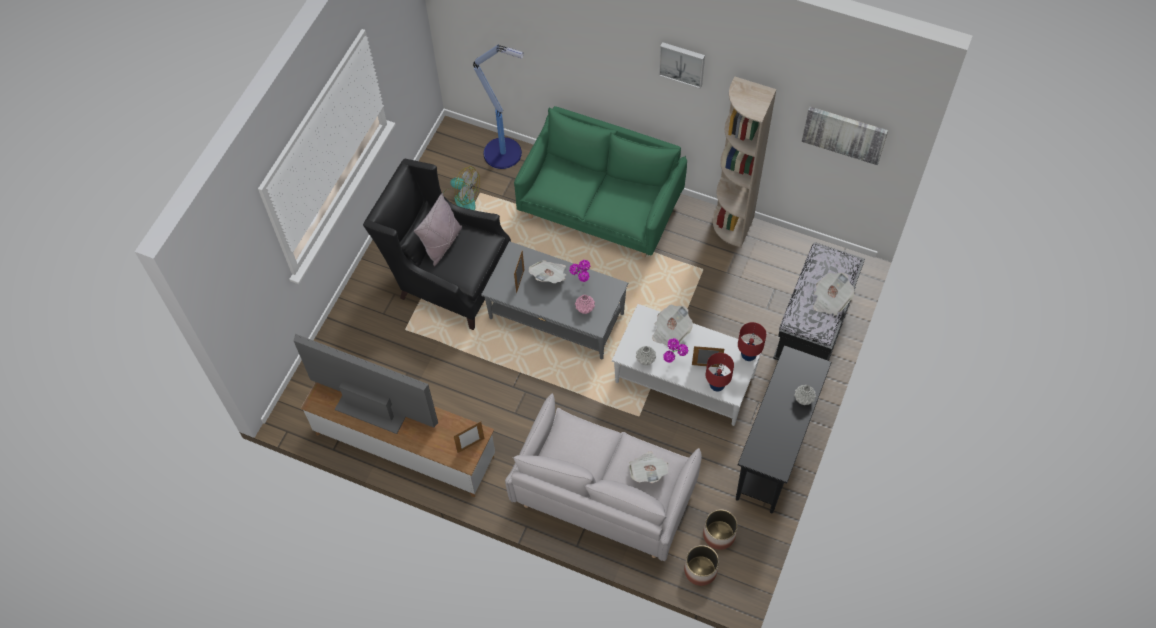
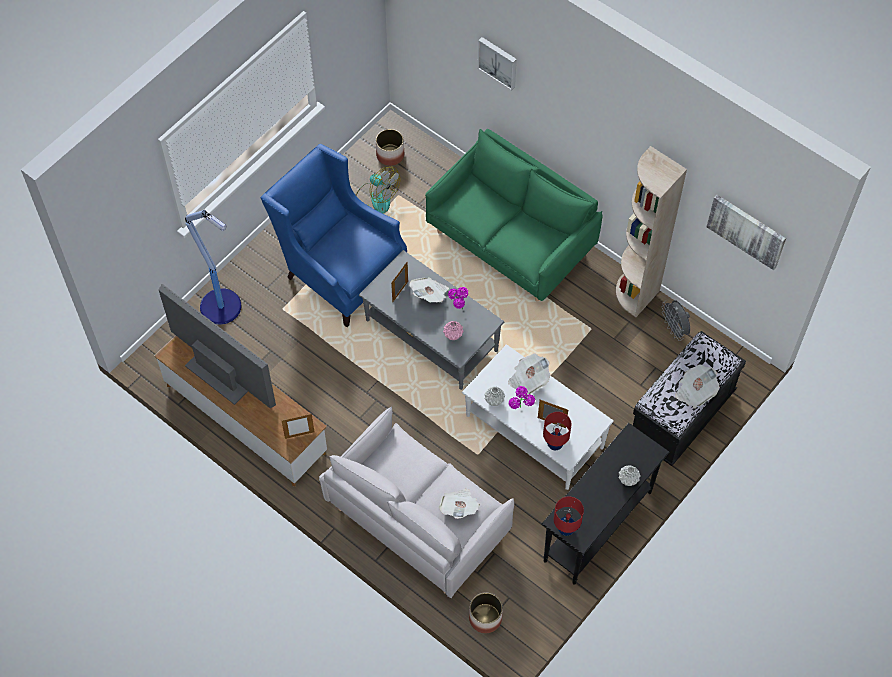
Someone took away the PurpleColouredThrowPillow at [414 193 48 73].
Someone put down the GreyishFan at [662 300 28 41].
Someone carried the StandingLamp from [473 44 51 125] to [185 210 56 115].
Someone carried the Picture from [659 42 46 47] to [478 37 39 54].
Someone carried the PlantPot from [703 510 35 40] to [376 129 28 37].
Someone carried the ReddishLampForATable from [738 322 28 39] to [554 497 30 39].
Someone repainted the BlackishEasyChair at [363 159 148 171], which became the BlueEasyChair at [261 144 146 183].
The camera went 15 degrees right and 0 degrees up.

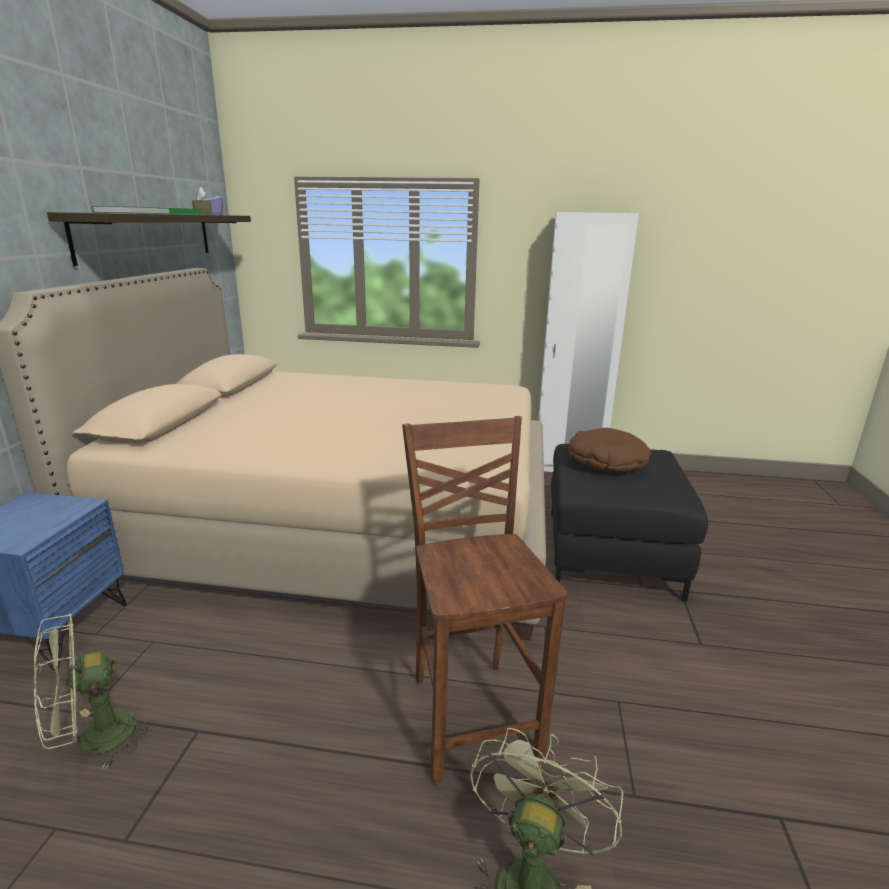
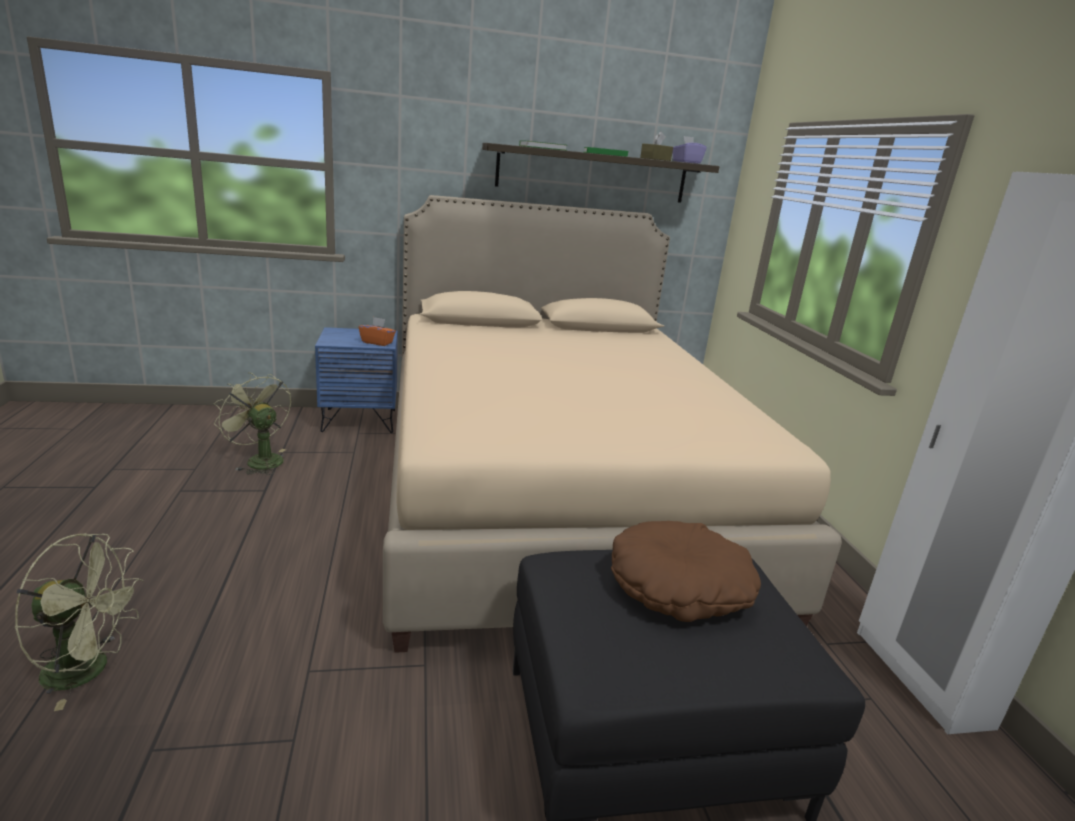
Someone took away the BrownColouredUprightChair at [402 416 166 366].
Someone put down the OrangeTissueHolder at [359 317 37 29].
The camera went 70 degrees right and 0 degrees up.

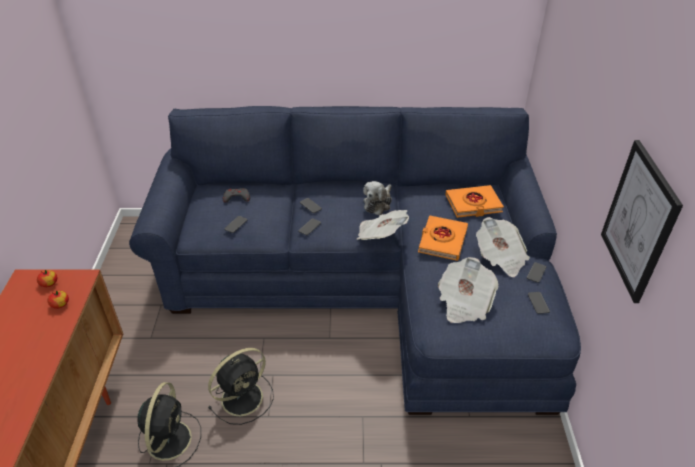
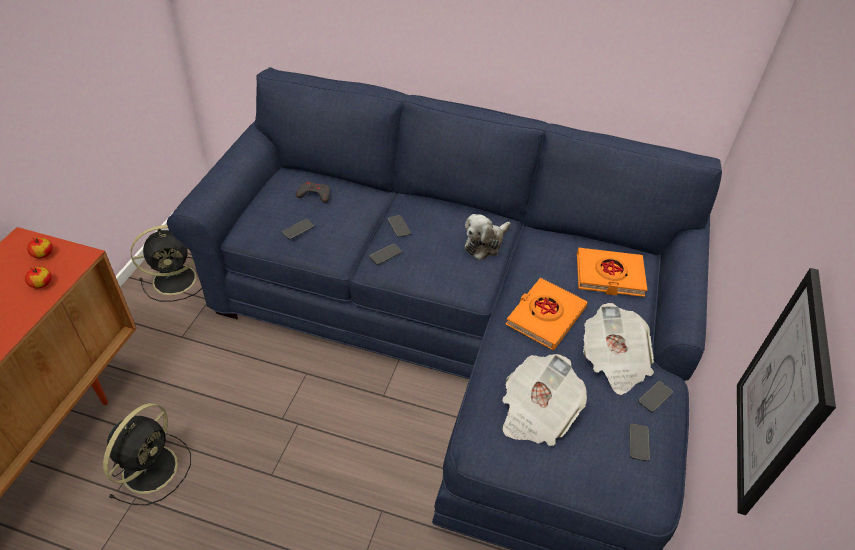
Someone took away the PrintedPaper at [357 210 52 30].
Someone carried the BlackishFan from [208 348 66 77] to [130 225 72 77].
The camera went 15 degrees right and 5 degrees up.

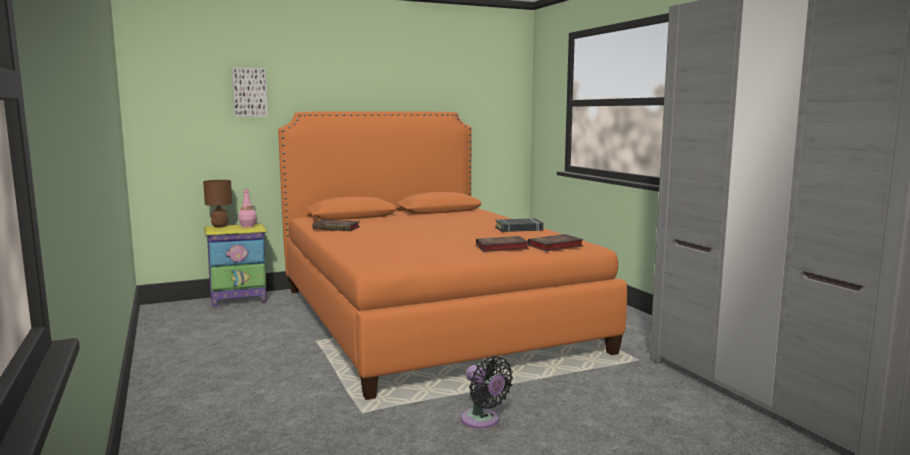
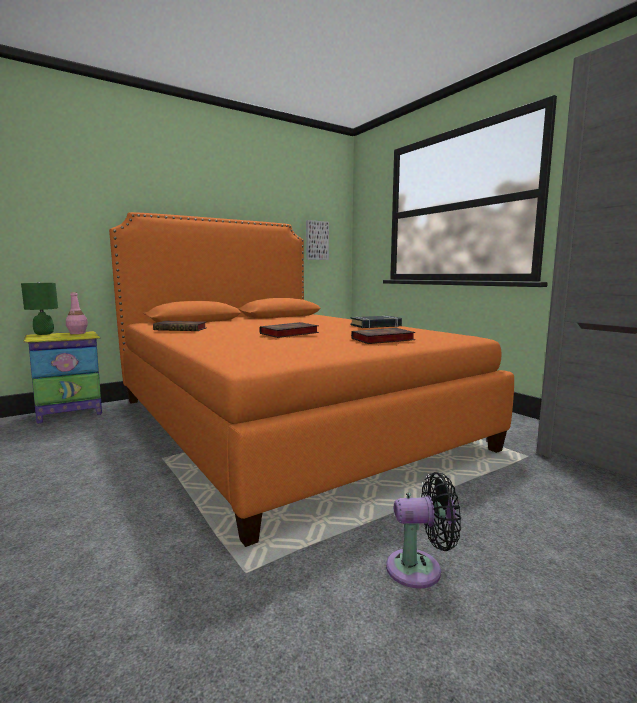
Someone carried the Picture from [232 67 36 50] to [306 220 23 40].
Someone carried the Book from [528 234 56 17] to [259 322 60 16].
Someone repainted the BrownColouredLampForATable at [203 180 29 47], which became the GreenColouredLampForATable at [21 282 37 53].
Someone rotated the BlackishFan at [461 356 52 73] by 45 degrees counterclockwise.
The camera went 10 degrees left and 0 degrees up.

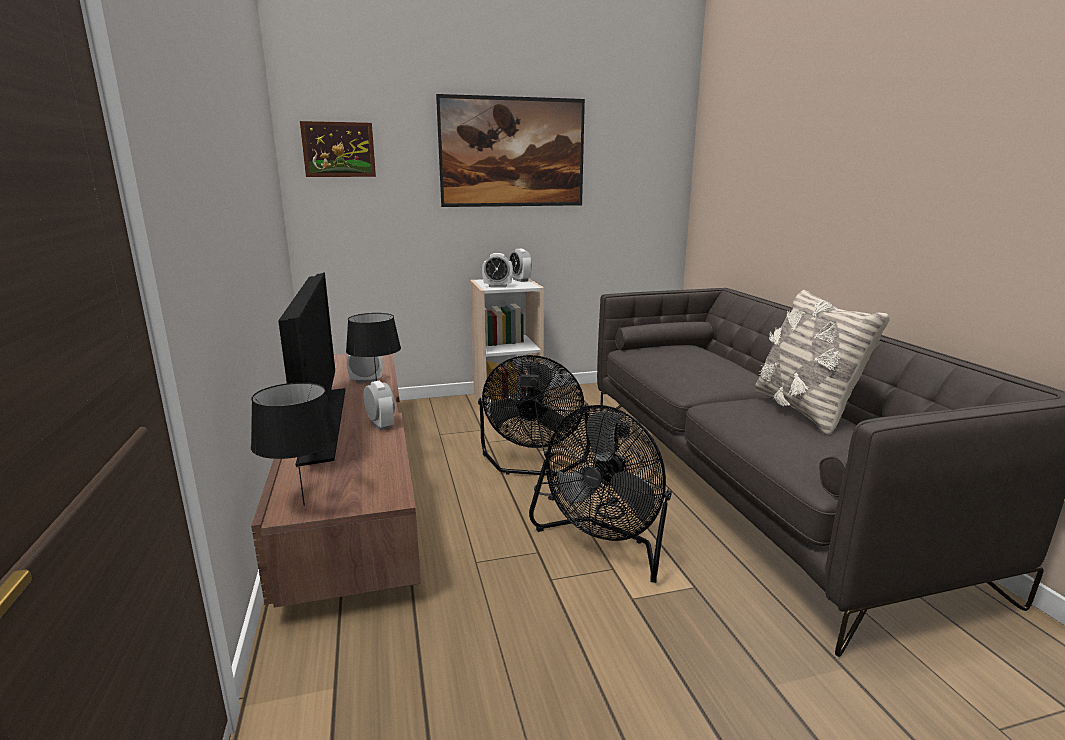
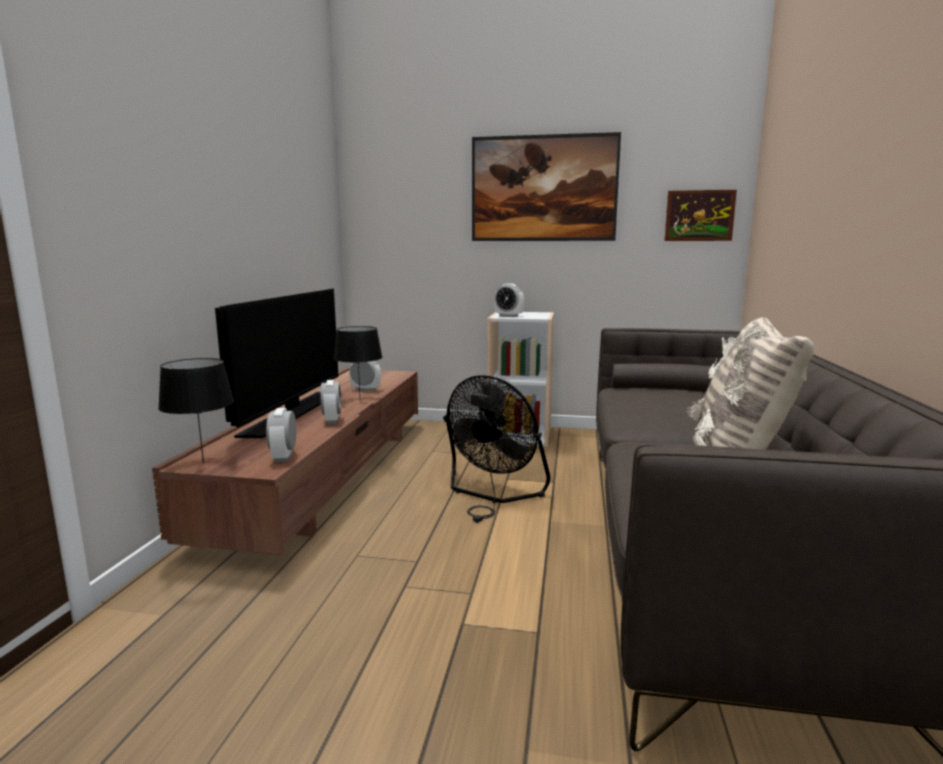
Someone took away the BlackishFan at [529 405 143 178].
Someone carried the Picture from [300 121 76 56] to [664 190 73 51].
Someone carried the AlarmClock from [509 249 23 33] to [266 408 30 54].
The camera went 25 degrees right and 5 degrees down.

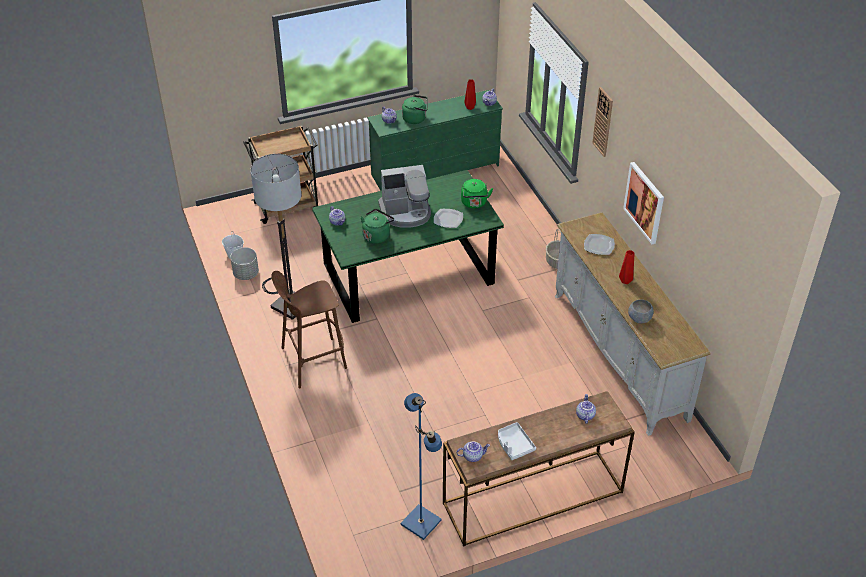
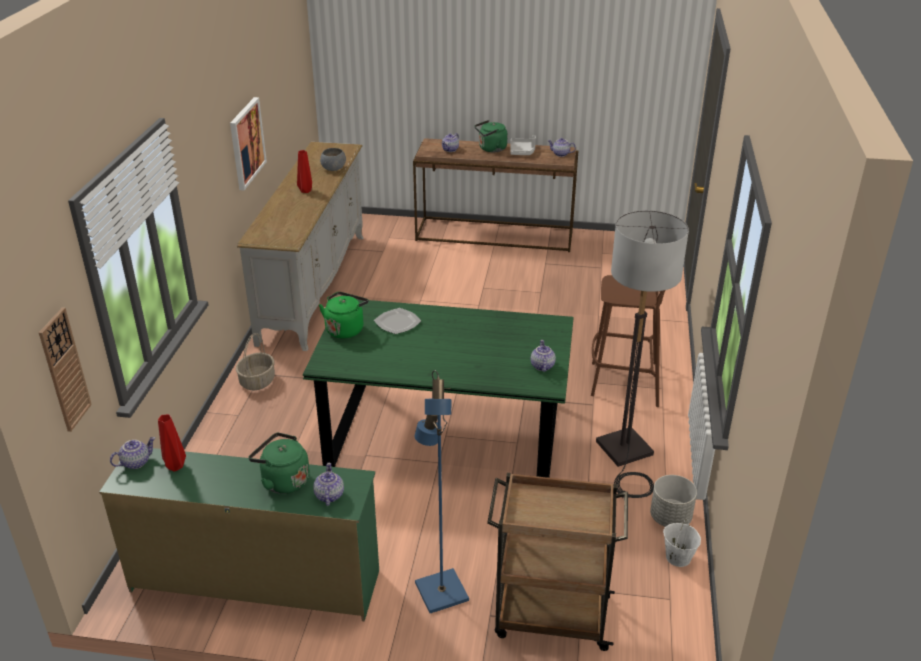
Someone took away the CoffeeBrewer at [378 165 53 63].
Someone took away the FlatDish at [584 234 31 21].
Someone carried the GreenColouredTeaKettle from [361 209 33 35] to [475 120 33 32].
Someone carried the BlueStandingLamp from [401 393 41 147] to [414 370 55 243].
Someone carried the WallClock from [592 87 21 70] to [39 307 53 125].
The camera went 150 degrees left and 10 degrees down.

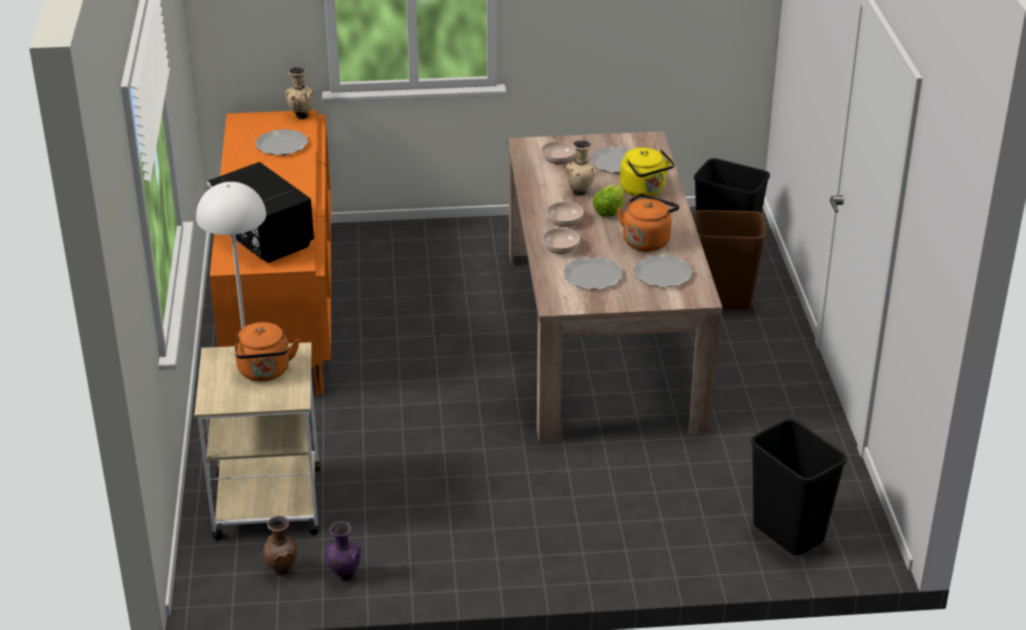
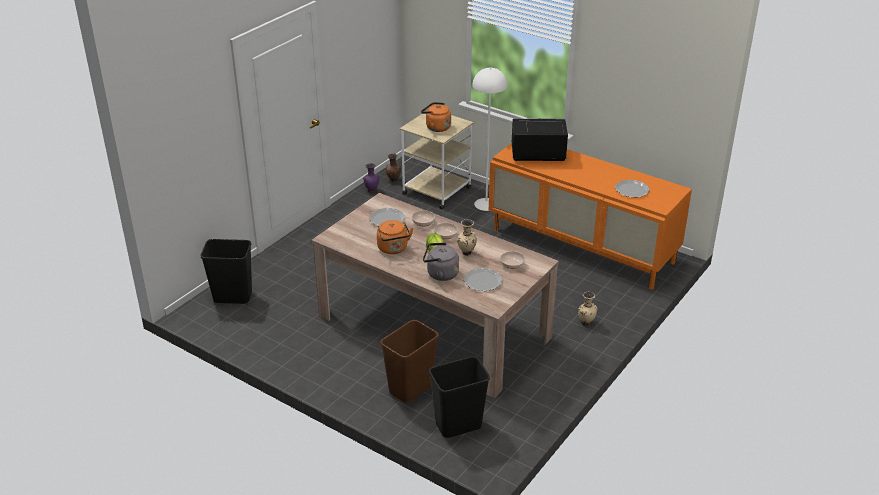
Someone took away the FlatDish at [633 254 60 33].
Someone carried the BeigeColouredDecorativeVase from [285 67 29 52] to [578 292 19 34].
Someone repainted the YellowTeaKettle at [620 148 55 48], which became the GreyishTeaKettle at [423 242 36 39].
The camera went 130 degrees right and 0 degrees up.

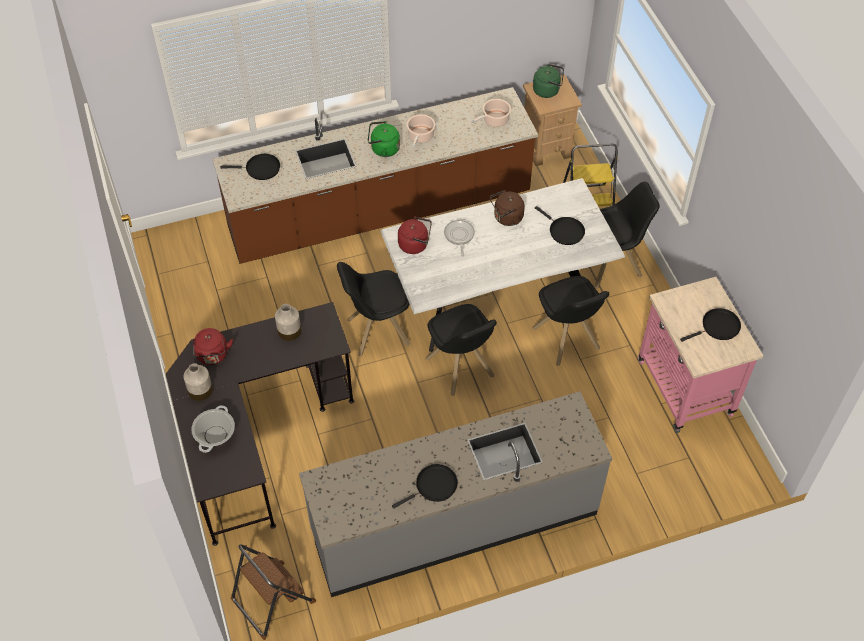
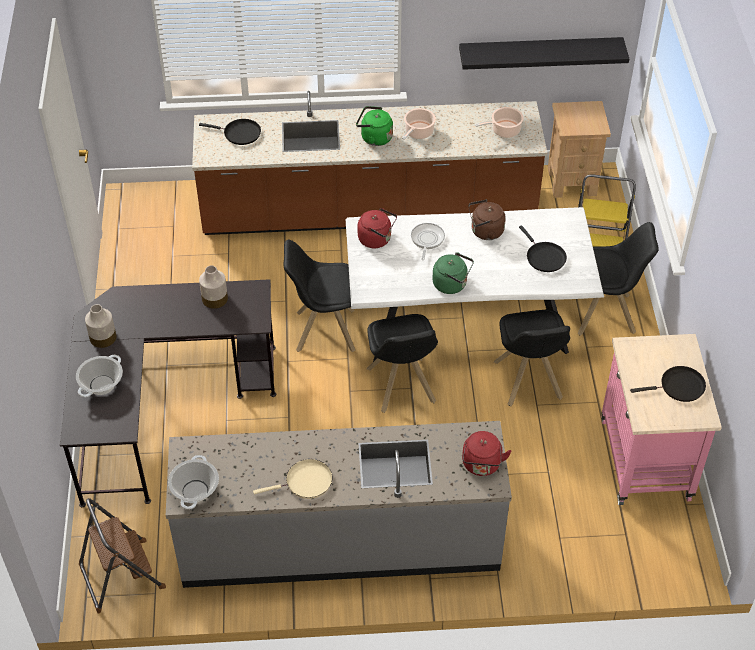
Someone put down the Stockpot at [168 455 51 55].
Someone put up the BlackishShelf at [459 37 170 33].
Someone carried the ReddishTeaKettle from [193 328 40 37] to [462 431 50 45].
Someone carried the GreenColouredTeaKettle from [533 64 31 34] to [432 252 42 42].
Someone repainted the BlackishSkillet at [392 464 66 45], which became the BeigeColouredSkillet at [253 459 80 40].
The camera went 15 degrees right and 5 degrees down.

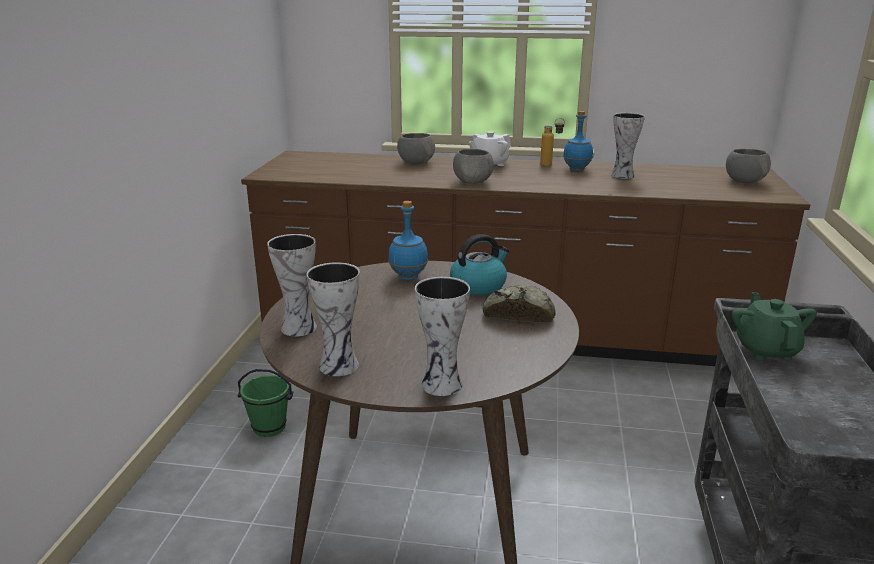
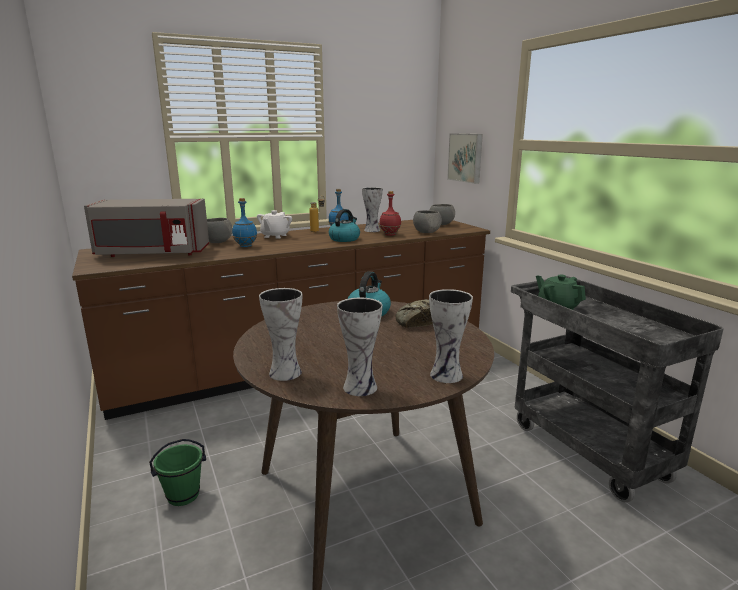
Someone put down the GreyishKitchenMicrowave at [84 199 125 58].
Someone put down the TeaKettle at [329 209 31 33].
Someone put down the ReddishBeverageBottle at [379 191 22 45].
Someone put up the Picture at [447 133 36 51].
Someone carried the BlueBeverageBottle from [388 201 40 79] to [232 198 25 49].
Someone carried the GreyishDeepDish from [453 149 41 35] to [413 210 29 23].
The camera went 35 degrees left and 5 degrees down.

